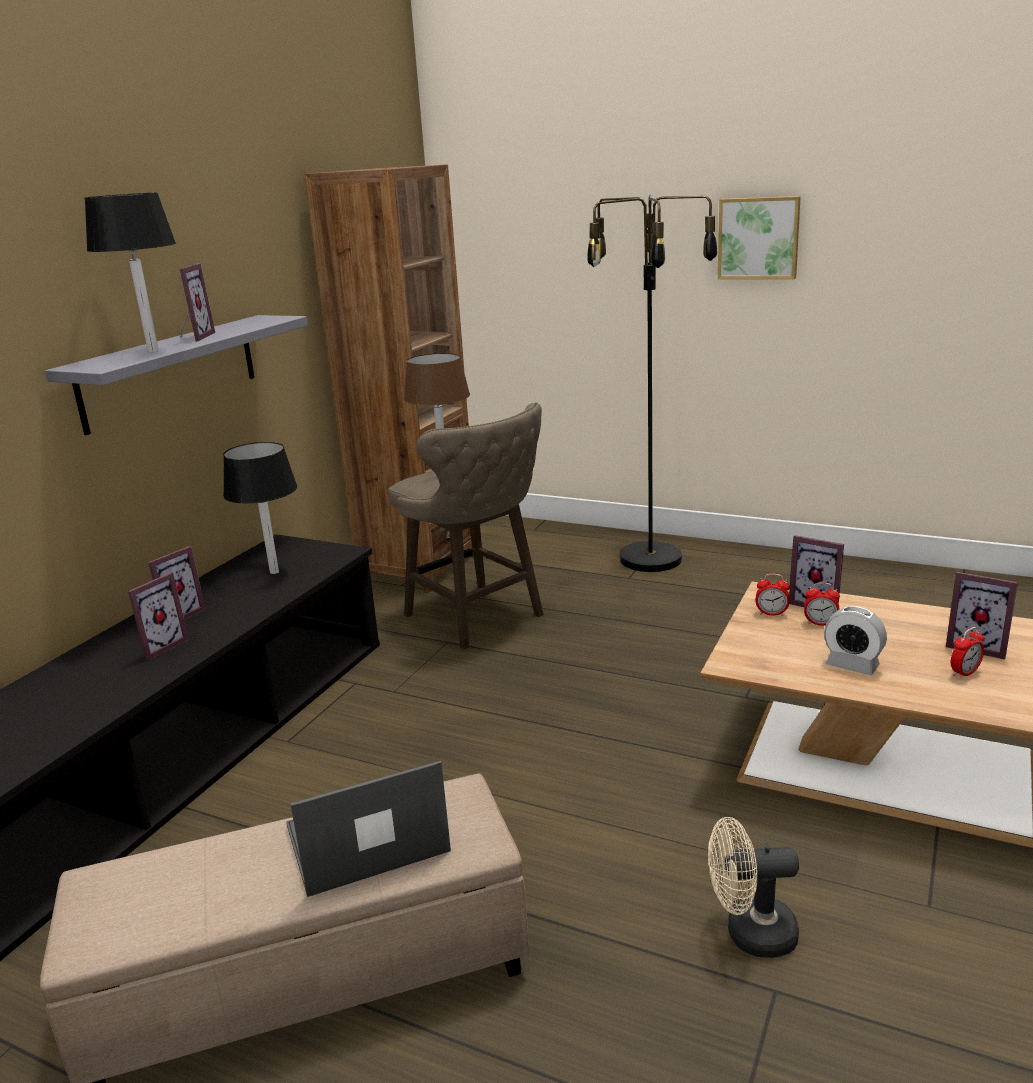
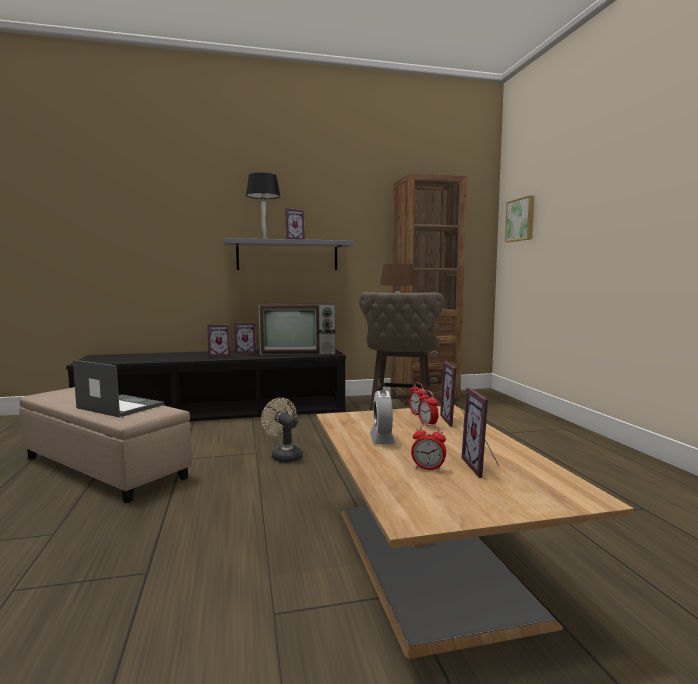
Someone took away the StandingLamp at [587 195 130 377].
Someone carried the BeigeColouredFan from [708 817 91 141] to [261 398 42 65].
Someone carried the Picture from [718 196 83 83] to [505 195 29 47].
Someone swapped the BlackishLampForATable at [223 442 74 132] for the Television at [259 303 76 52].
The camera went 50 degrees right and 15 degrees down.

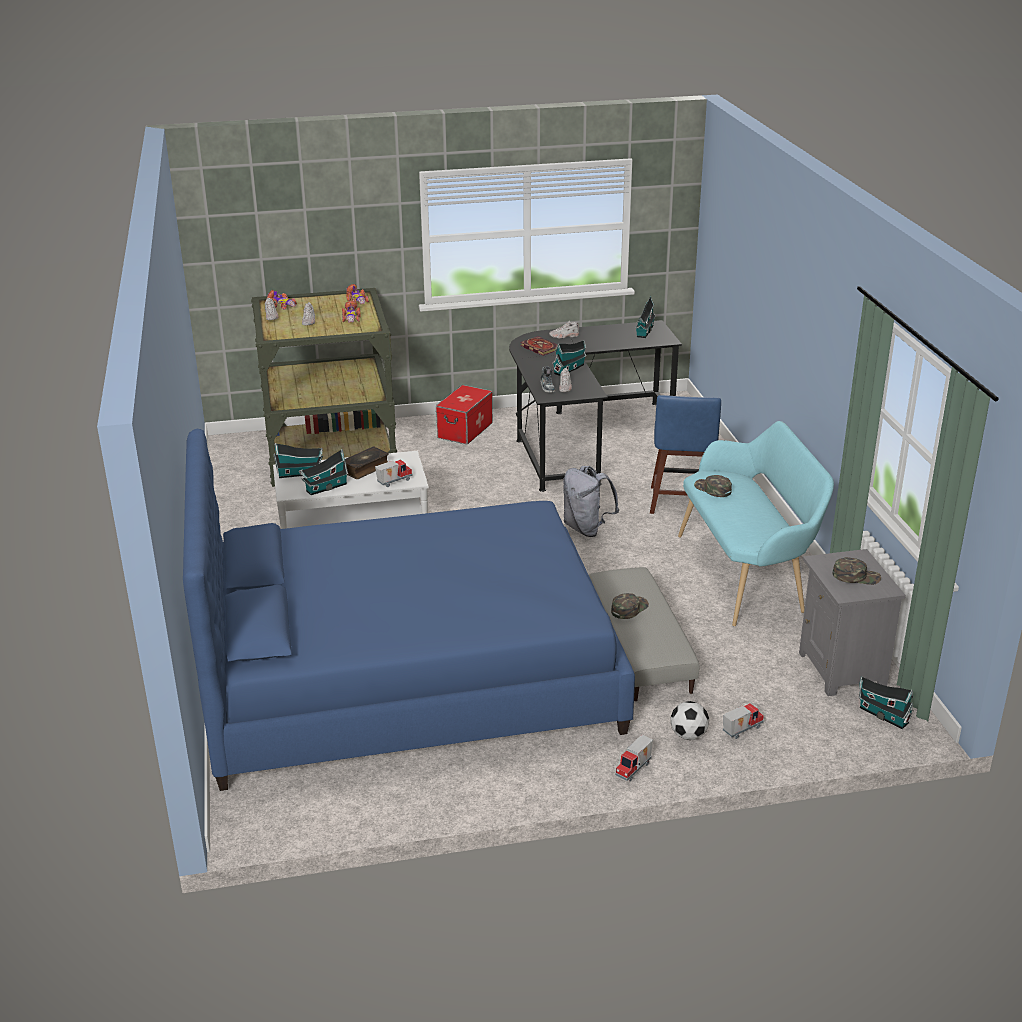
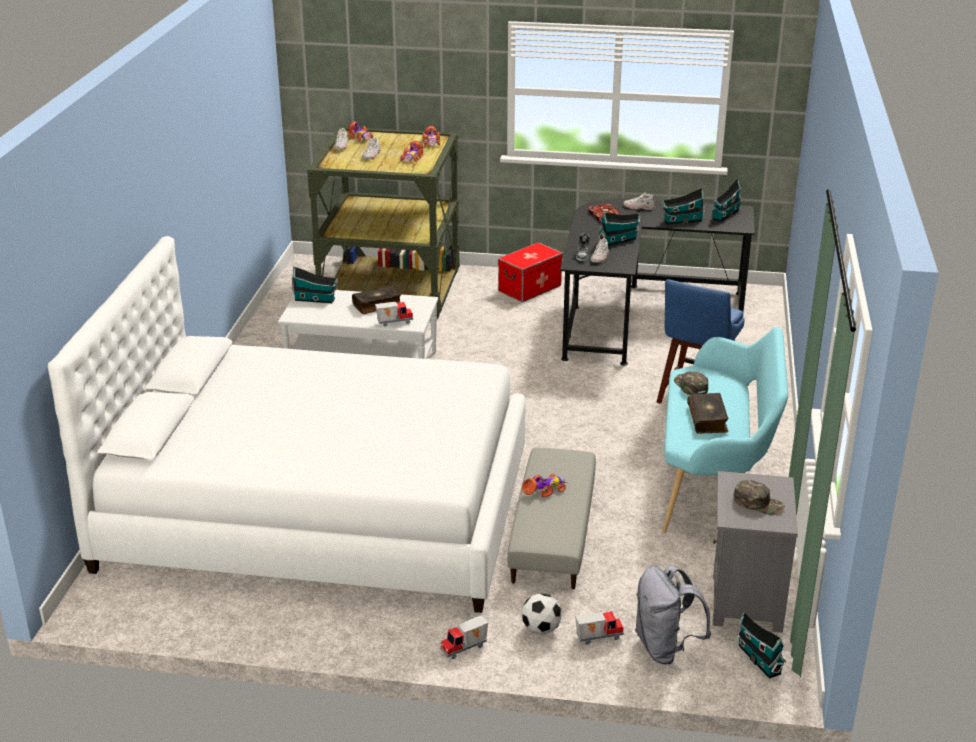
Someone put down the Book at [687 393 41 41].
Someone carried the ToyHouse from [300 449 48 46] to [662 188 43 37].
Someone carried the GreyishBackpack from [563 466 56 71] to [635 566 76 98].
Someone swapped the GreenColouredBaseballCap at [611 593 38 26] for the MiniatureCar at [522 474 45 23].
Someone repainted the BlueBedroomBed at [183 429 452 362], which became the WhiteBedroomBed at [48 236 478 377].
The camera went 20 degrees right and 0 degrees up.

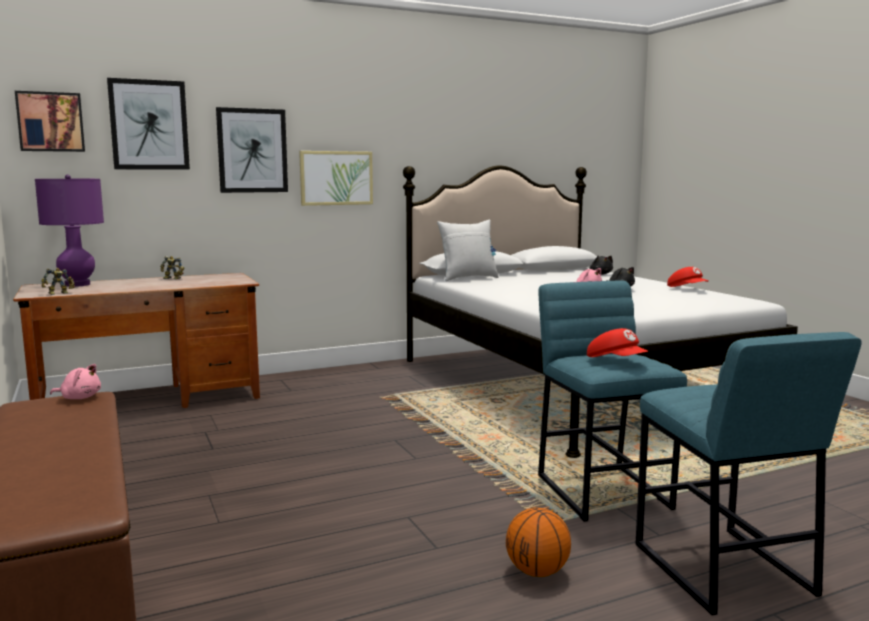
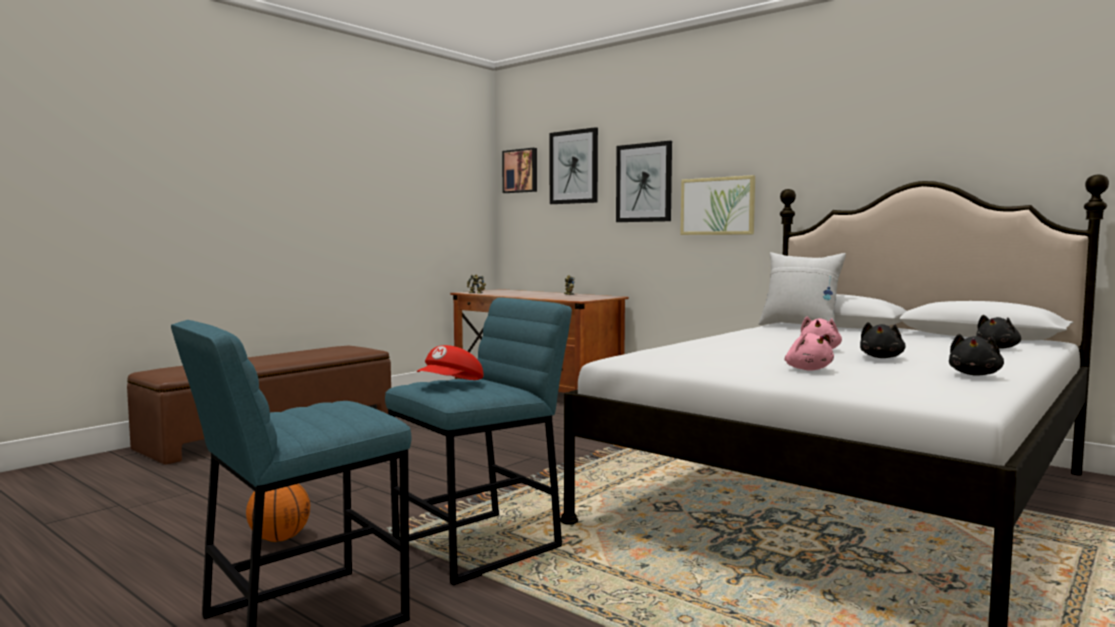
Someone took away the PurpleColouredLampForATable at [35 174 69 113].
Someone carried the PinkishCuddlyToy from [50 364 51 35] to [785 332 49 39].
Someone swapped the ReddishBaseballCap at [667 267 41 20] for the BlackishCuddlyToy at [949 334 55 41].
The camera went 65 degrees right and 5 degrees down.

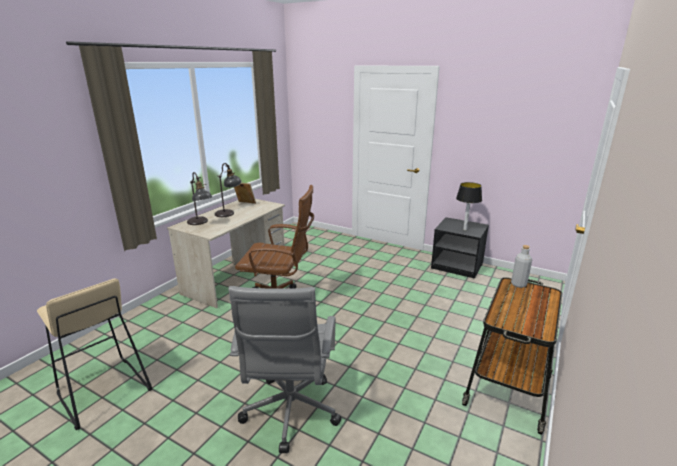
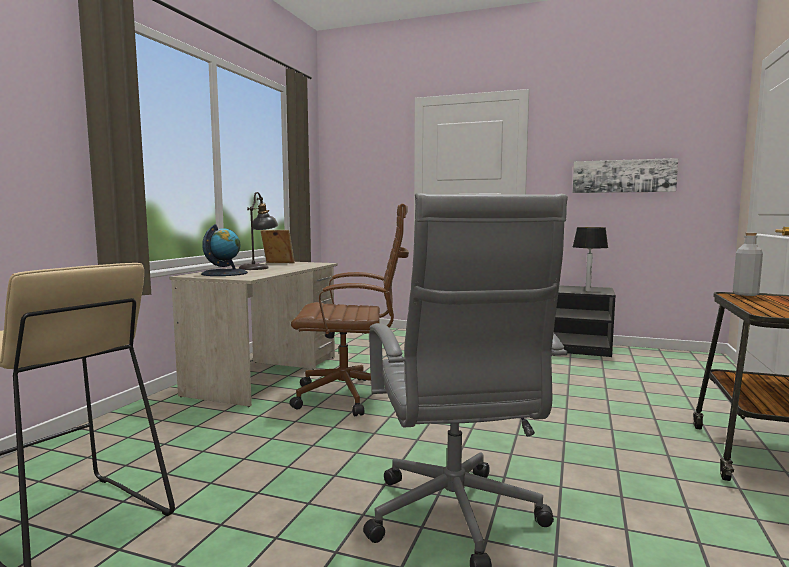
Someone put up the Picture at [572 158 106 35].
Someone swapped the GreyishLampForATable at [187 172 25 53] for the DeskGlobe at [201 224 47 52].
The camera went 10 degrees left and 15 degrees down.

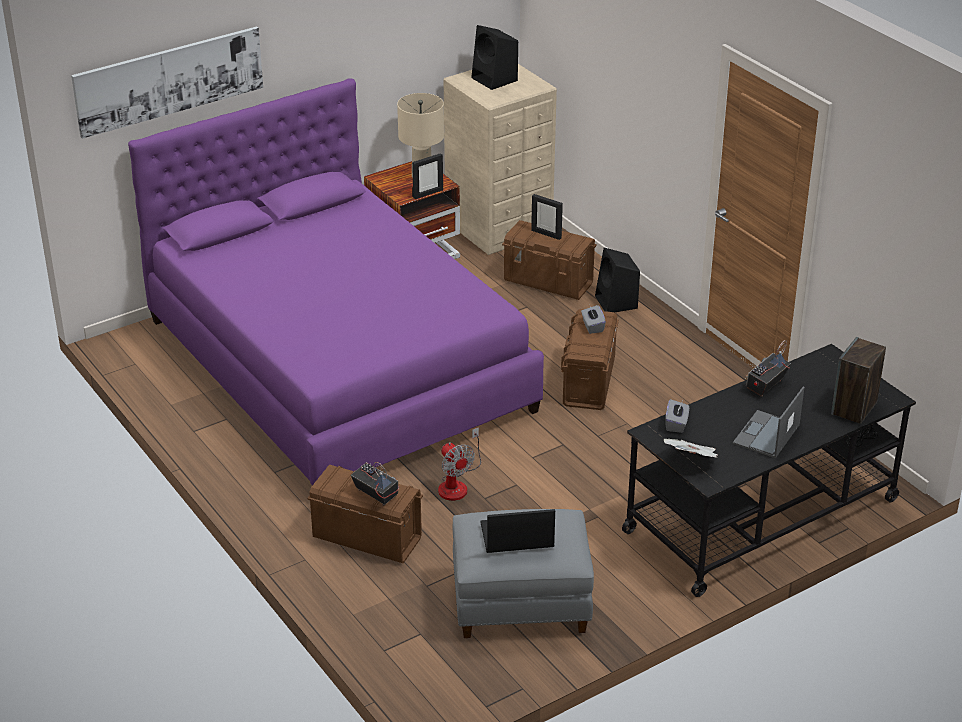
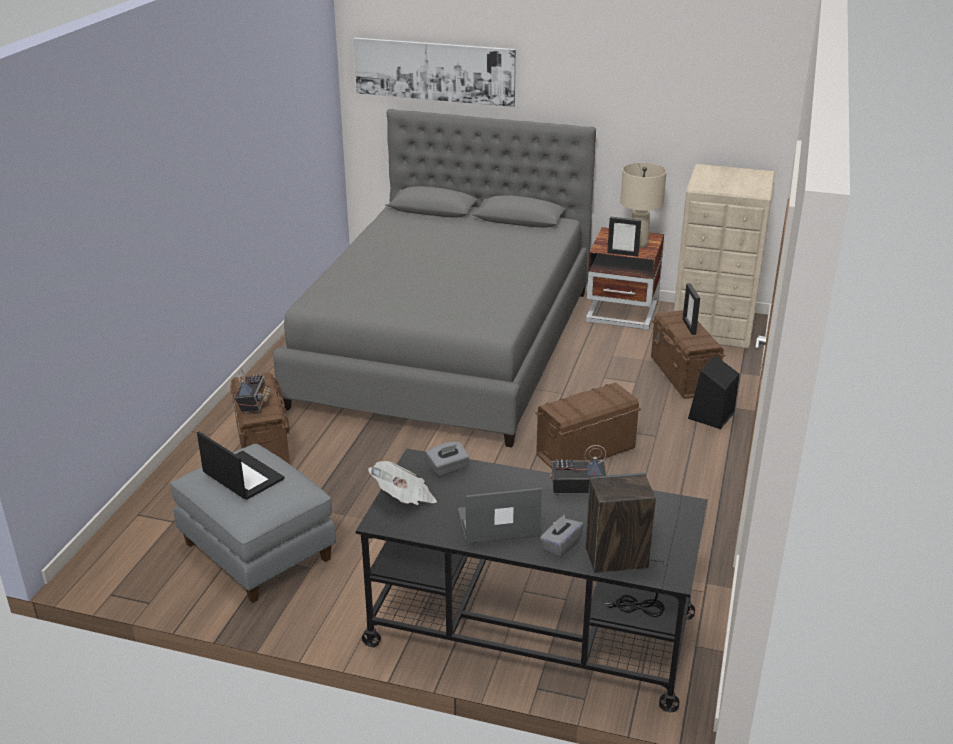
Someone took away the Fan at [438 427 43 74].
Someone took away the BlackishAudioSpeaker at [471 25 47 65].
Someone carried the GreyishTissueHolder from [581 305 25 29] to [540 514 44 43].
Someone repainted the PurpleColouredBedroomBed at [128 78 416 407], which became the GreyishBedroomBed at [273 109 323 338].
The camera went 50 degrees right and 5 degrees down.

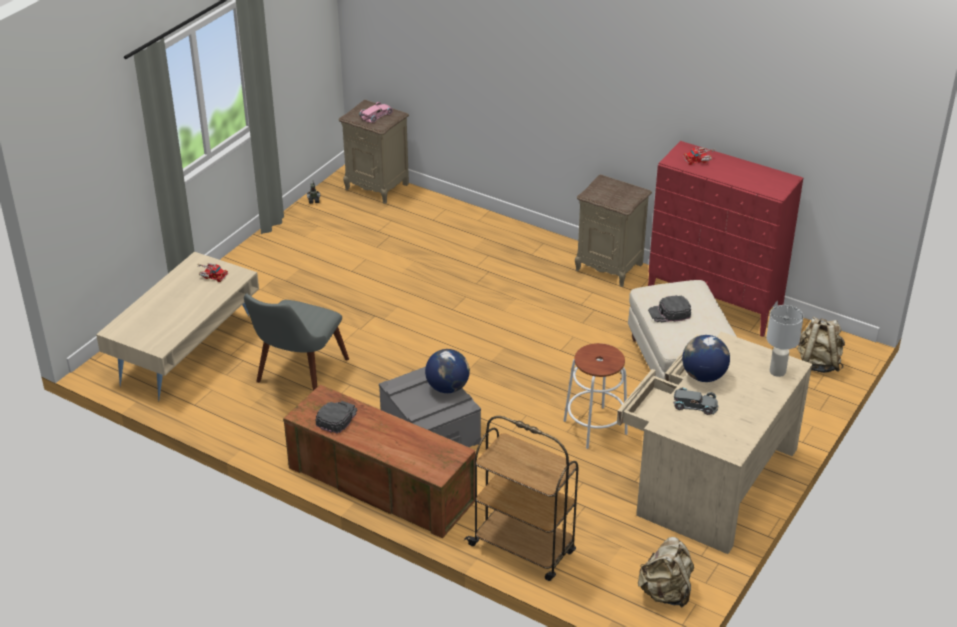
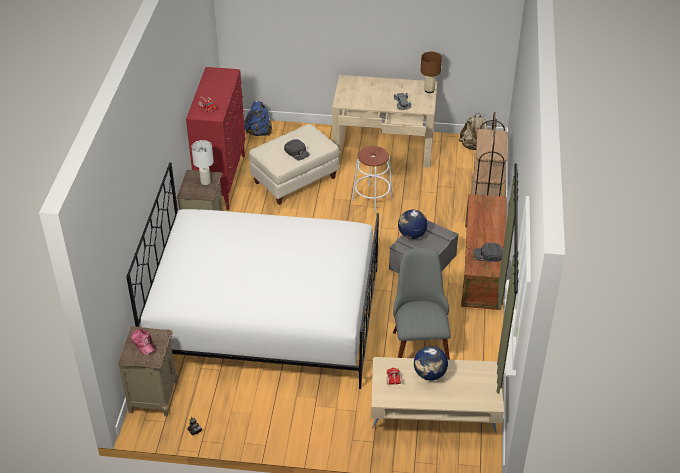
Someone put down the WhiteBedroomBed at [126 162 253 227].
Someone put down the BrownColouredLampForATable at [421 52 21 41].
Someone carried the DeskGlobe from [682 335 48 47] to [414 346 34 35].
Someone carried the WhiteLampForATable from [766 305 38 72] to [191 140 23 45].
Someone swapped the PinkishMiniatureCar at [359 102 34 21] for the BaseballCap at [131 329 25 26].
Someone repainted the BeigeColouredBackpack at [797 317 48 56], which became the BlueBackpack at [244 101 28 35].
Someone rotated the GreyishUprightChair at [244 293 105 98] by 90 degrees counterclockwise.
The camera went 115 degrees left and 5 degrees up.

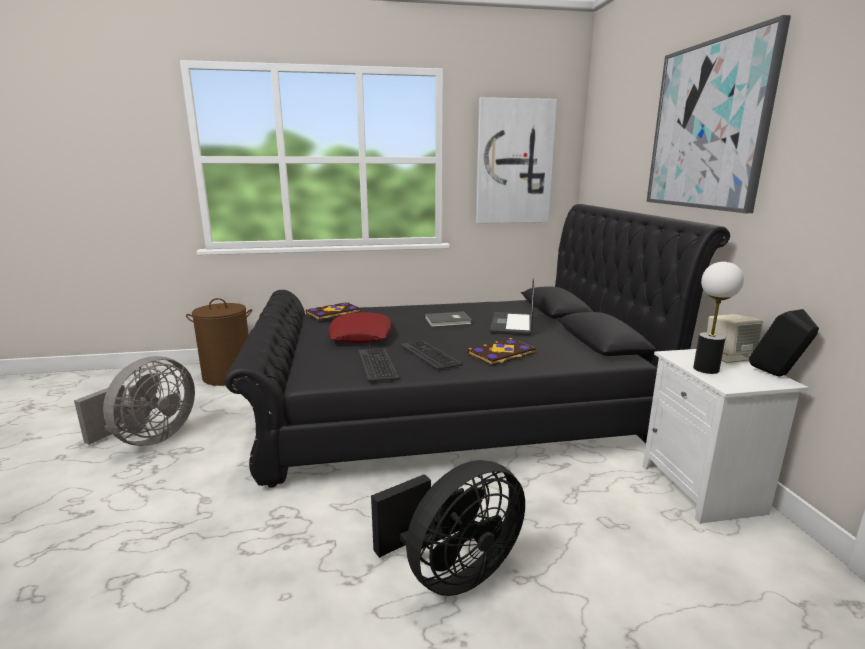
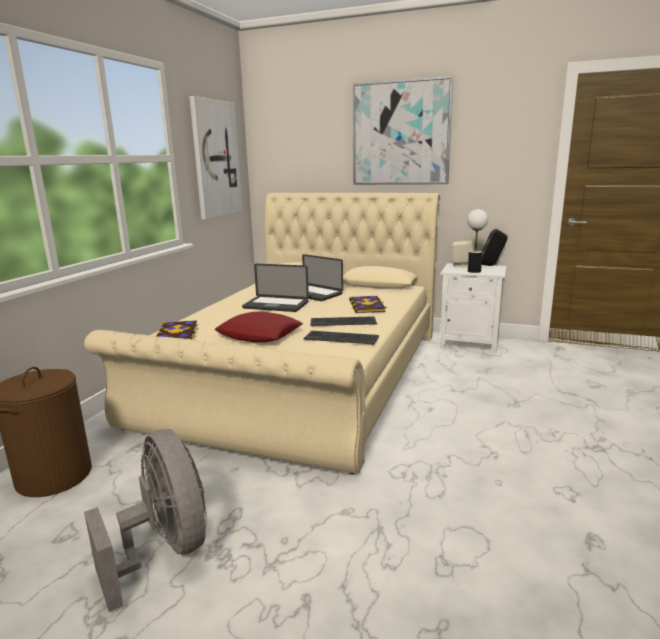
Someone took away the BlackishFan at [371 460 154 136].
Someone swapped the GreyishBook at [425 312 47 15] for the NotebookComputer at [242 264 67 48].
Someone repainted the BlackishBedroomBed at [224 204 506 284], which became the BeigeColouredBedroomBed at [84 193 356 281].
The camera went 60 degrees left and 0 degrees up.

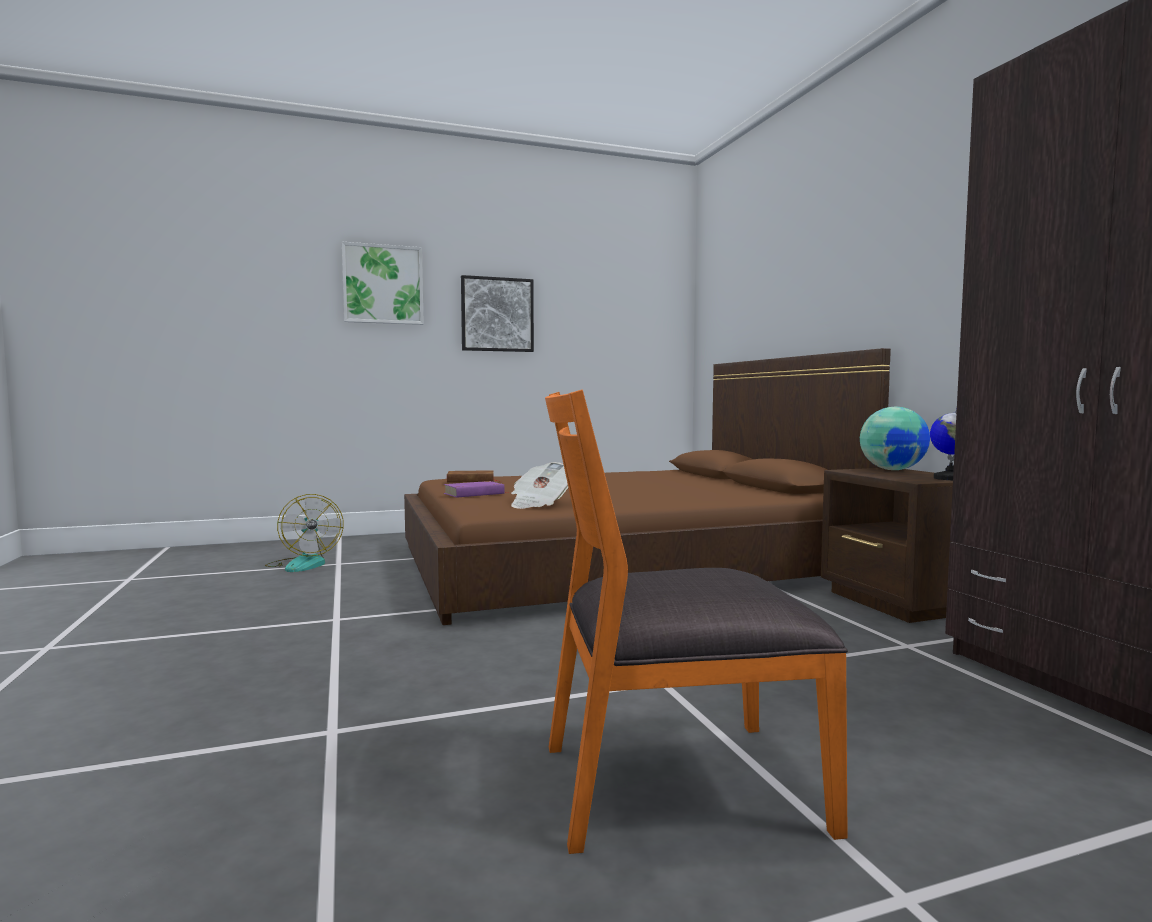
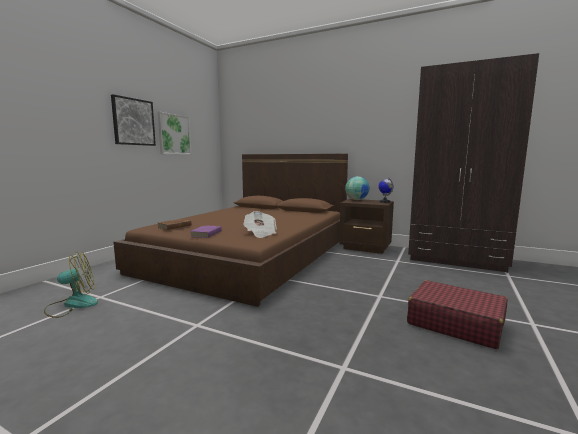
Someone carried the Picture from [342 242 82 83] to [158 112 34 43].
Someone swapped the OrangeUprightChair at [545 390 303 464] for the ReddishSuitcase at [407 280 100 69].
Someone rotated the Fan at [265 494 79 78] by 45 degrees counterclockwise.
The camera went 45 degrees left and 5 degrees up.

